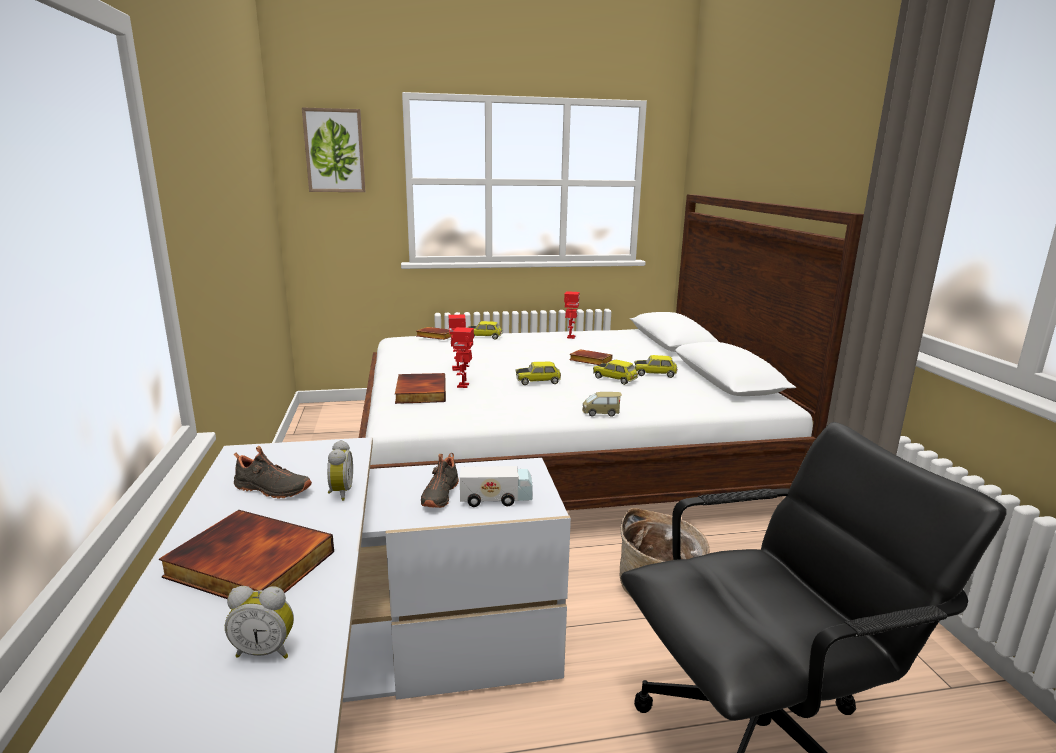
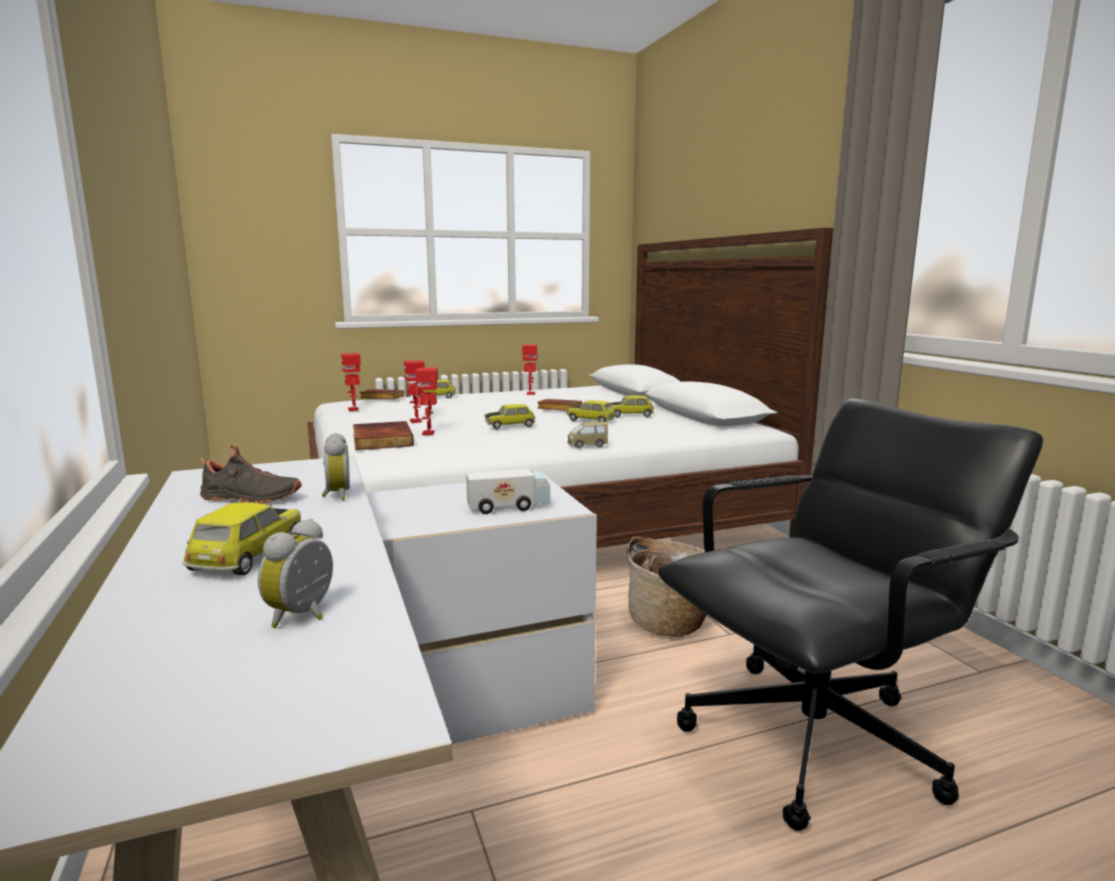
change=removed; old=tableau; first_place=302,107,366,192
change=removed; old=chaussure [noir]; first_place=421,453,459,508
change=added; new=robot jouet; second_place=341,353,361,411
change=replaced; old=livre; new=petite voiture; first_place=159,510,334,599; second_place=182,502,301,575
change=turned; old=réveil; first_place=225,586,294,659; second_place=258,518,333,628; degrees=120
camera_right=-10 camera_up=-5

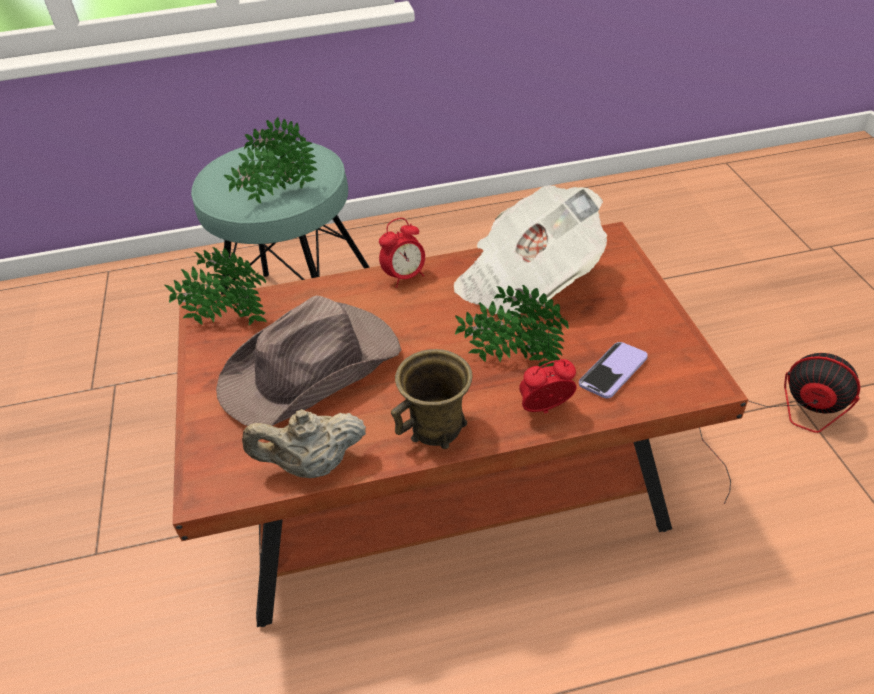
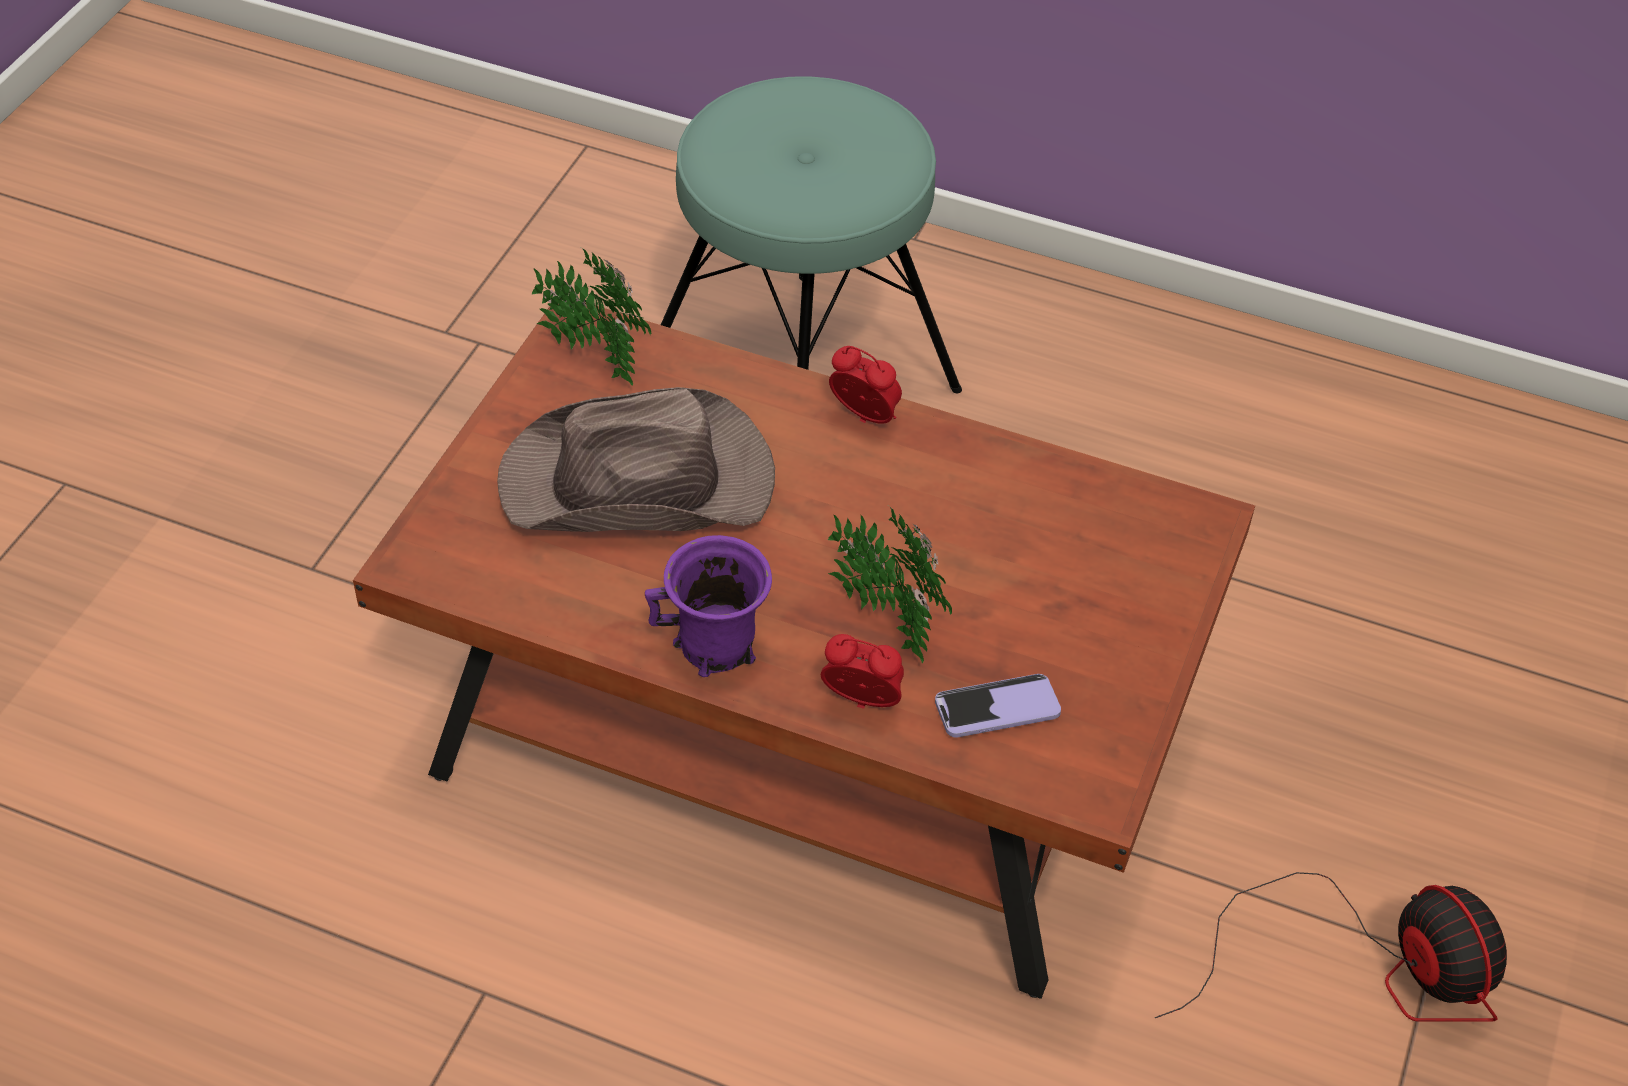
change=removed; old=plante en pot; first_place=224,117,317,204
change=removed; old=théière [beige]; first_place=242,409,366,478
change=removed; old=journal; first_place=454,185,607,316
change=recoloured; old=mug [marron]; new=mug [violet]; first_place=391,349,473,449; second_place=645,535,772,677
change=turned; old=réveil; first_place=379,218,425,288; second_place=829,346,902,424; degrees=-150
camera_right=30 camera_up=5

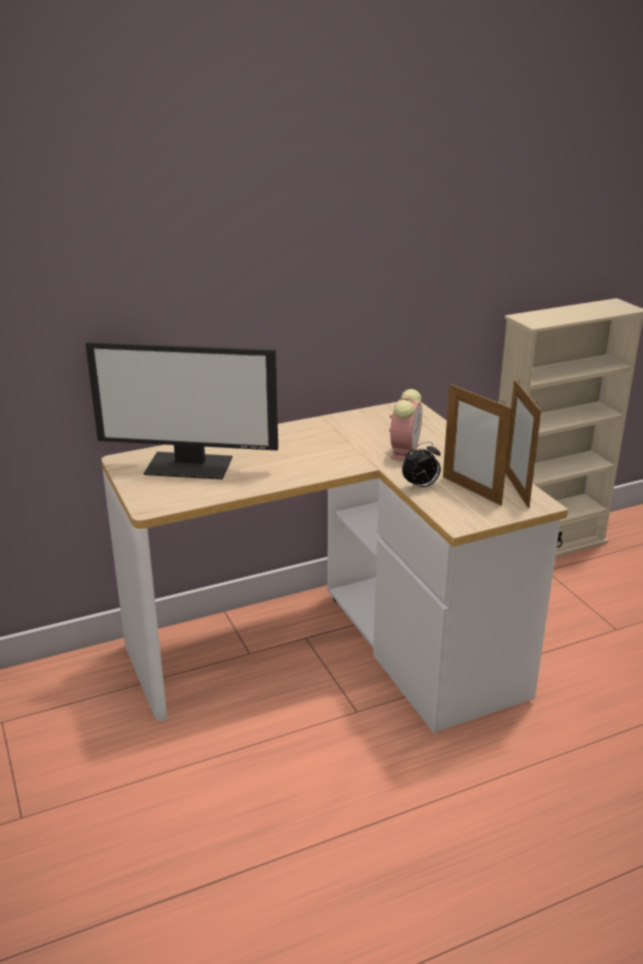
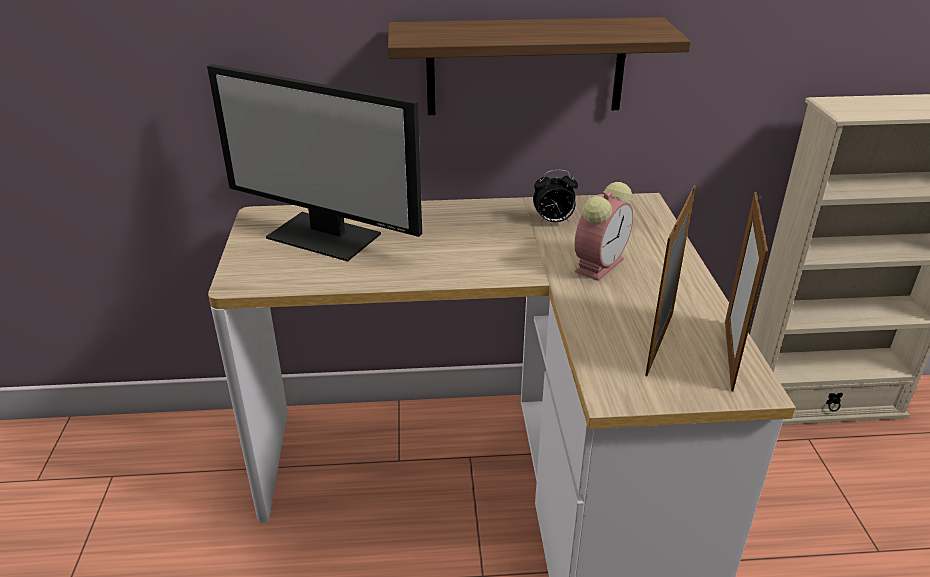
change=added; new=étagère; second_place=388,17,691,115
change=moved; old=réveil; first_place=402,442,441,490; second_place=533,170,578,223
change=turned; old=cadre photo; first_place=443,384,512,505; second_place=645,185,696,376; degrees=45
camera_right=20 camera_up=5

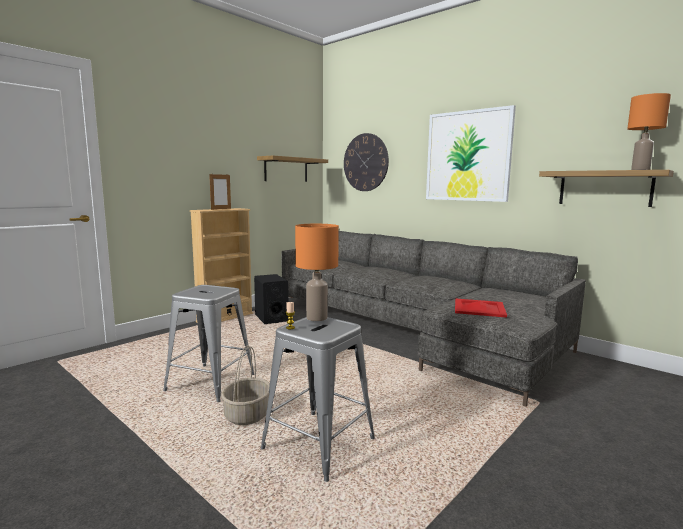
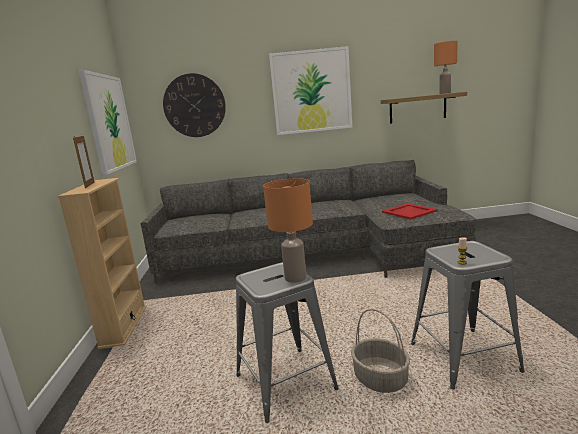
change=removed; old=enceinte [noir]; first_place=254,274,289,324
change=moved; old=lampe de table [orange]; first_place=295,224,339,321; second_place=263,178,313,283
change=replaced; old=étagère; new=tableau; first_place=257,155,328,182; second_place=78,70,137,175
camera_right=-45 camera_up=5

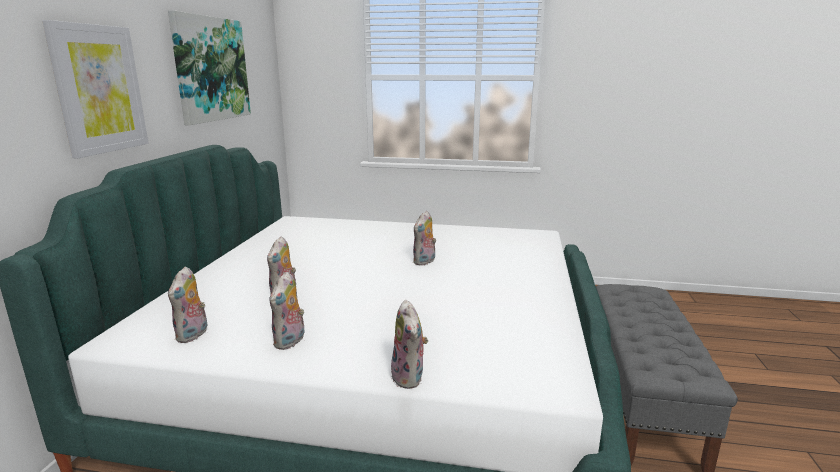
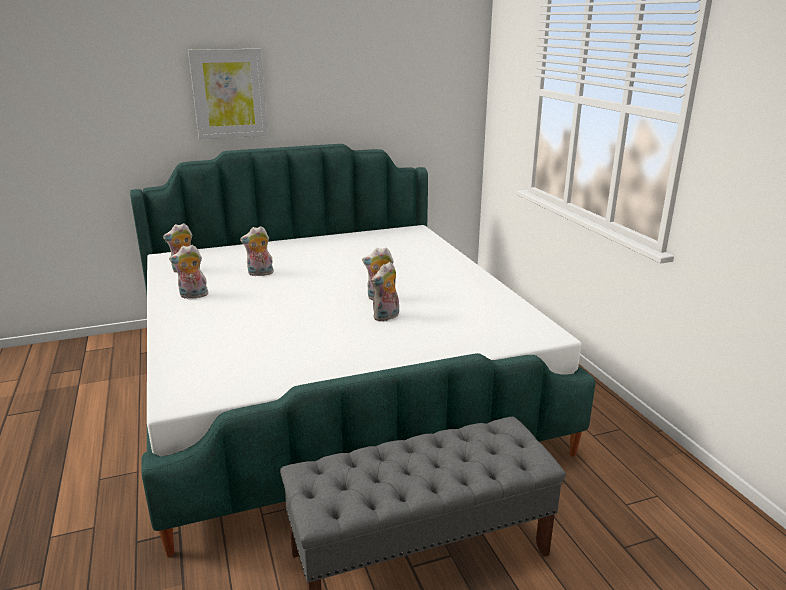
change=removed; old=tableau; first_place=168,10,251,125
change=moved; old=peluche; first_place=391,300,428,389; second_place=371,262,399,321
camera_right=60 camera_up=5

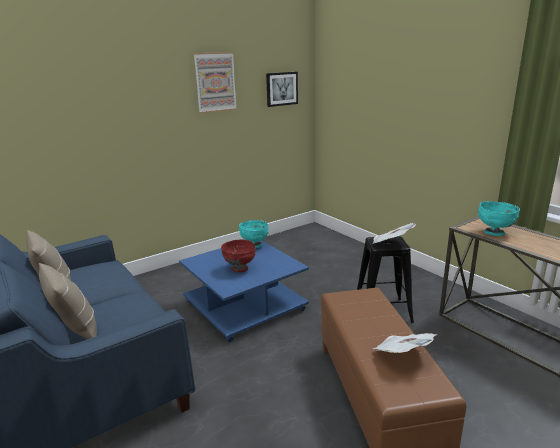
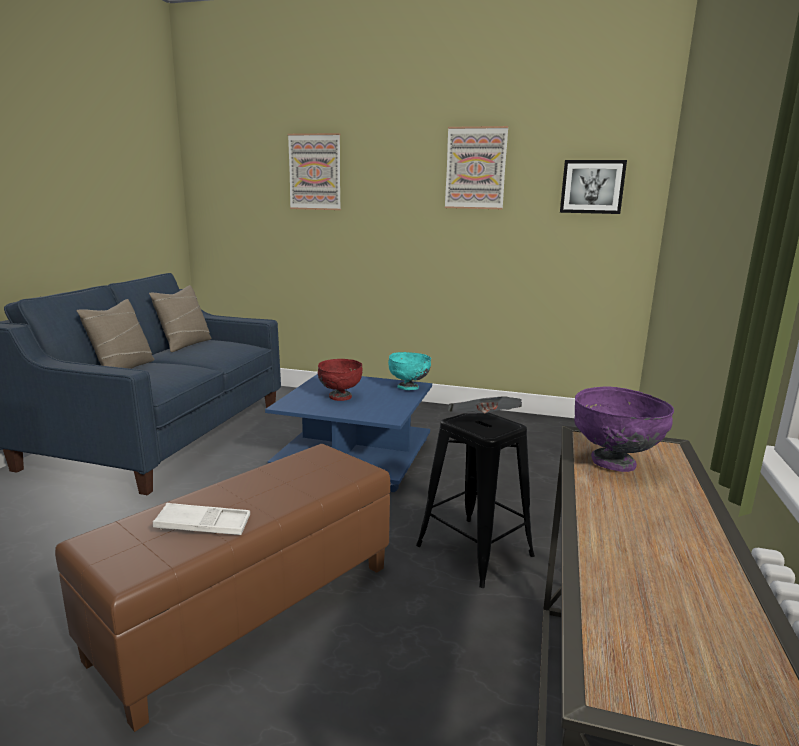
change=added; new=tableau; second_place=288,133,341,210
change=replaced; old=journal; new=plateau [blanc]; first_place=373,333,437,353; second_place=153,503,250,535
change=recoloured; old=bol [turquoise]; new=bol [violet]; first_place=478,201,520,236; second_place=574,387,674,472
camera_right=50 camera_up=-5

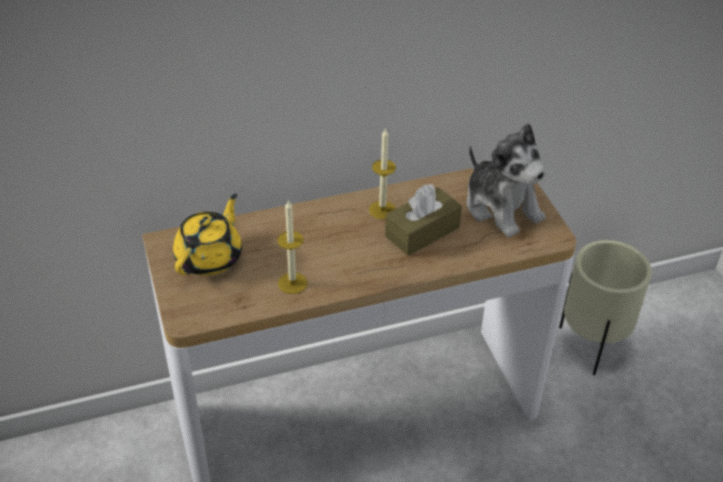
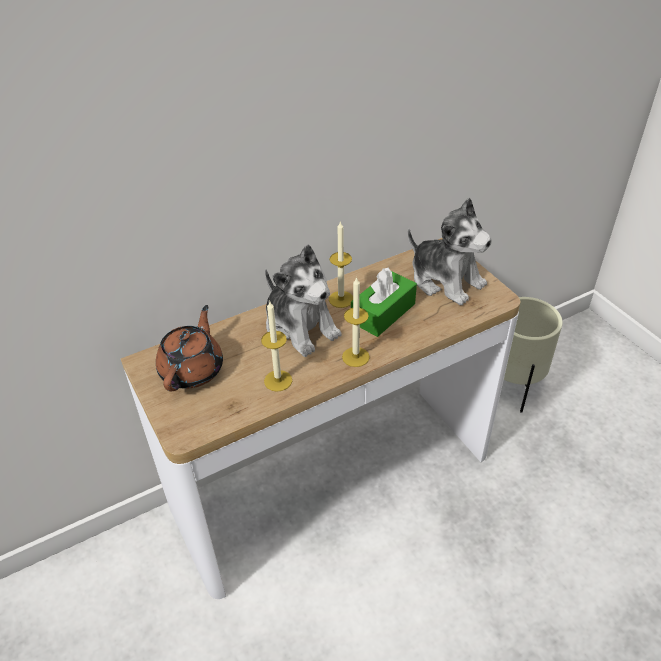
change=added; new=peluche; second_place=265,244,342,357
change=added; new=bougie; second_place=342,277,370,367
change=recoloured; old=théière [jaune]; new=théière [marron]; first_place=173,194,242,276; second_place=156,305,223,391
change=recoloured; old=boîte à mouchoirs [marron]; new=boîte à mouchoirs [vert]; first_place=385,184,462,256; second_place=351,268,417,337
camera_right=-10 camera_up=0

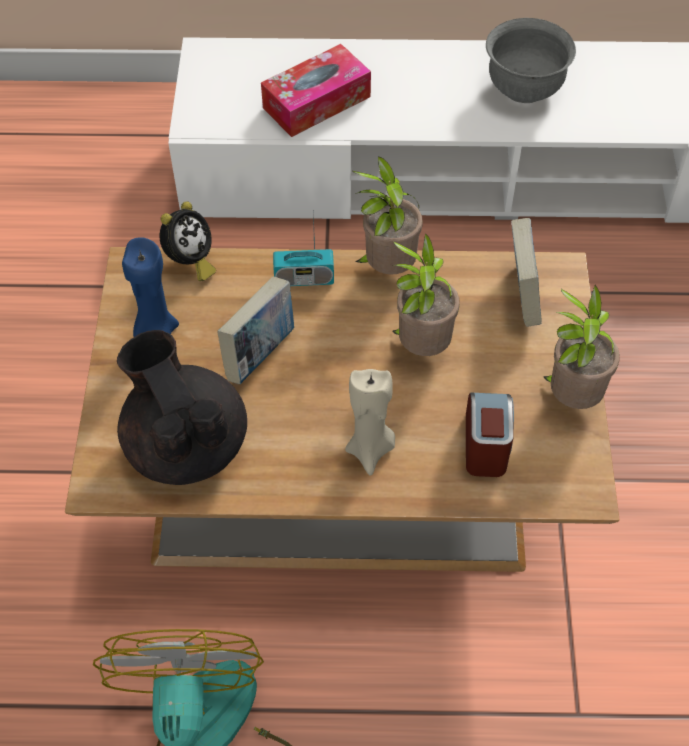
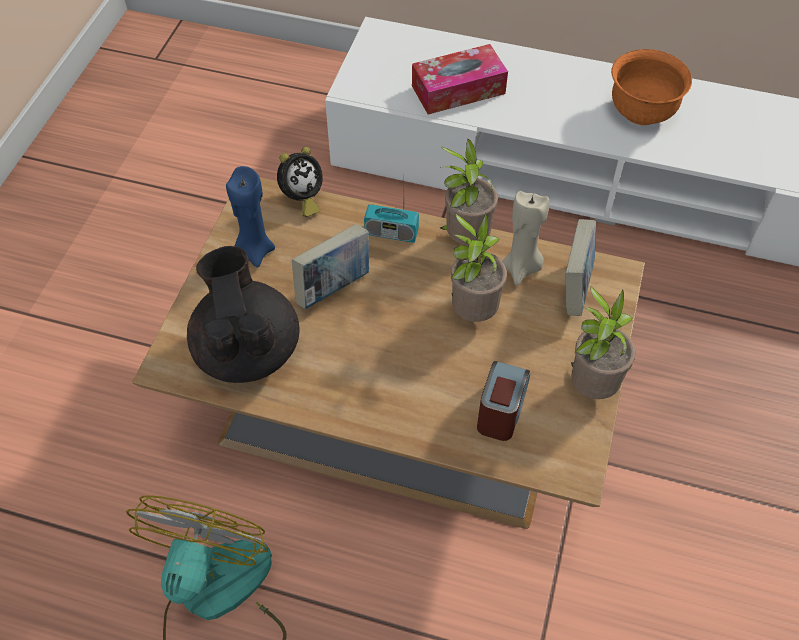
change=moved; old=bougie [beige]; first_place=345,369,395,475; second_place=502,191,549,286
change=recoloured; old=bol [gris]; new=bol [orange]; first_place=486,18,576,103; second_place=611,49,692,125
camera_right=15 camera_up=0

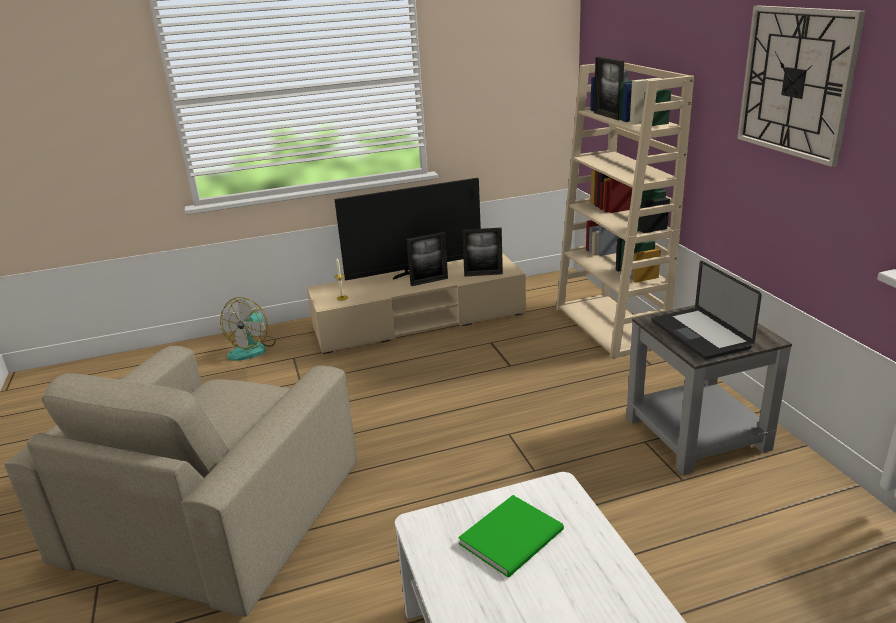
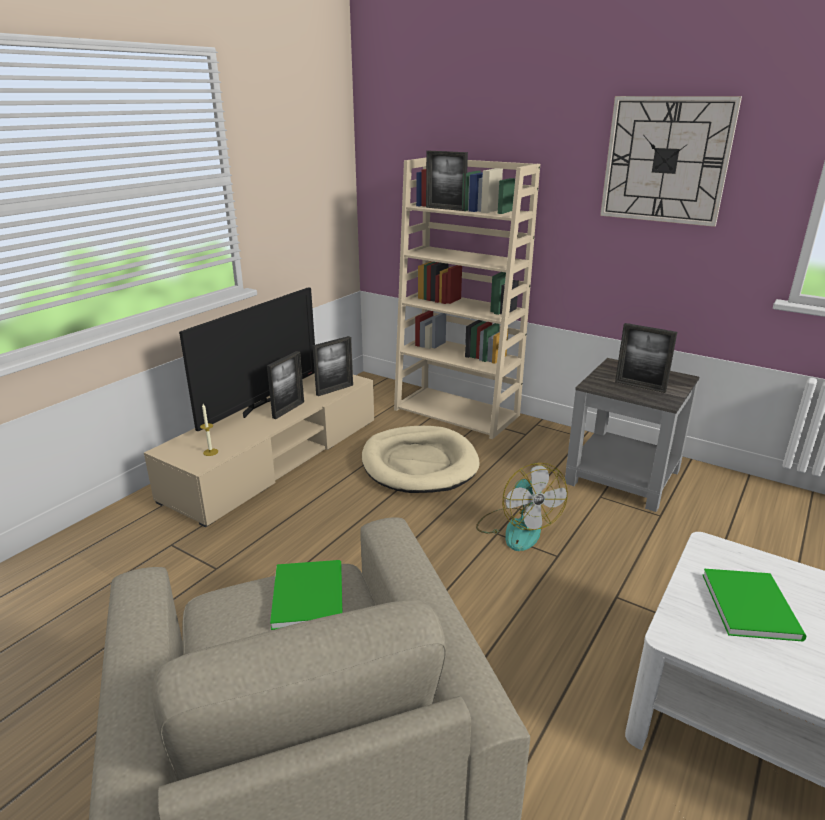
change=added; new=livre [vert]; second_place=270,560,342,630
change=added; new=panier pour chien [beige]; second_place=362,426,480,493
change=moved; old=ventilateur; first_place=220,297,276,361; second_place=476,463,568,551
change=replaced; old=ordinateur portable; new=cadre photo; first_place=652,261,762,360; second_place=615,323,677,393
camera_right=-40 camera_up=0

